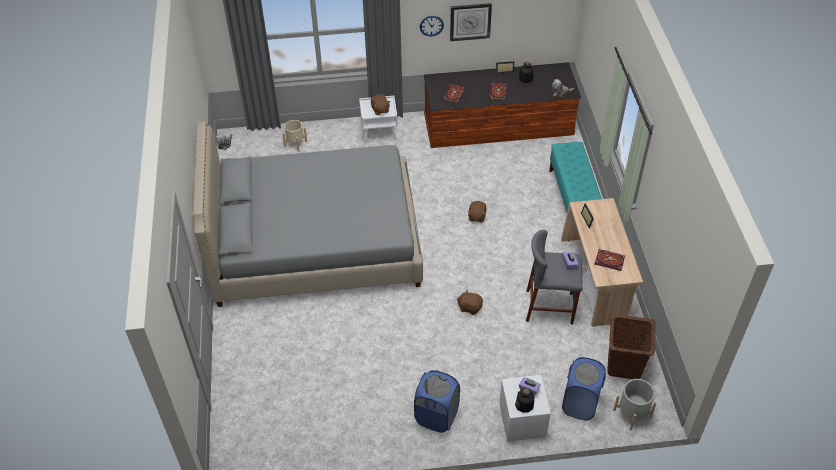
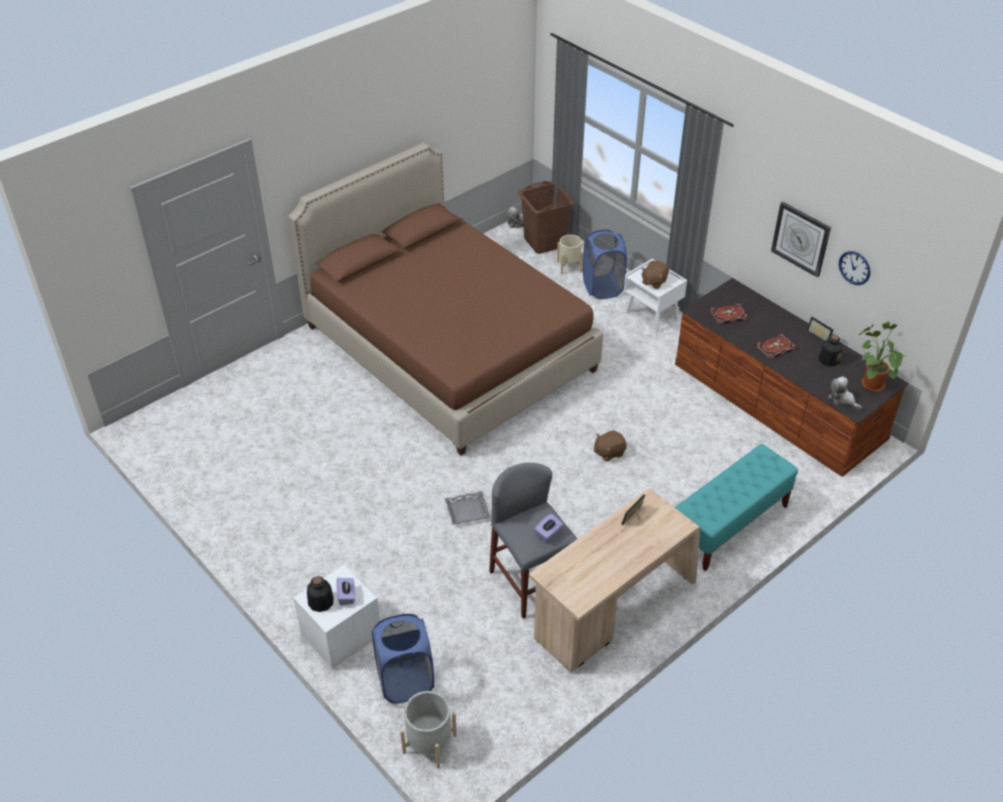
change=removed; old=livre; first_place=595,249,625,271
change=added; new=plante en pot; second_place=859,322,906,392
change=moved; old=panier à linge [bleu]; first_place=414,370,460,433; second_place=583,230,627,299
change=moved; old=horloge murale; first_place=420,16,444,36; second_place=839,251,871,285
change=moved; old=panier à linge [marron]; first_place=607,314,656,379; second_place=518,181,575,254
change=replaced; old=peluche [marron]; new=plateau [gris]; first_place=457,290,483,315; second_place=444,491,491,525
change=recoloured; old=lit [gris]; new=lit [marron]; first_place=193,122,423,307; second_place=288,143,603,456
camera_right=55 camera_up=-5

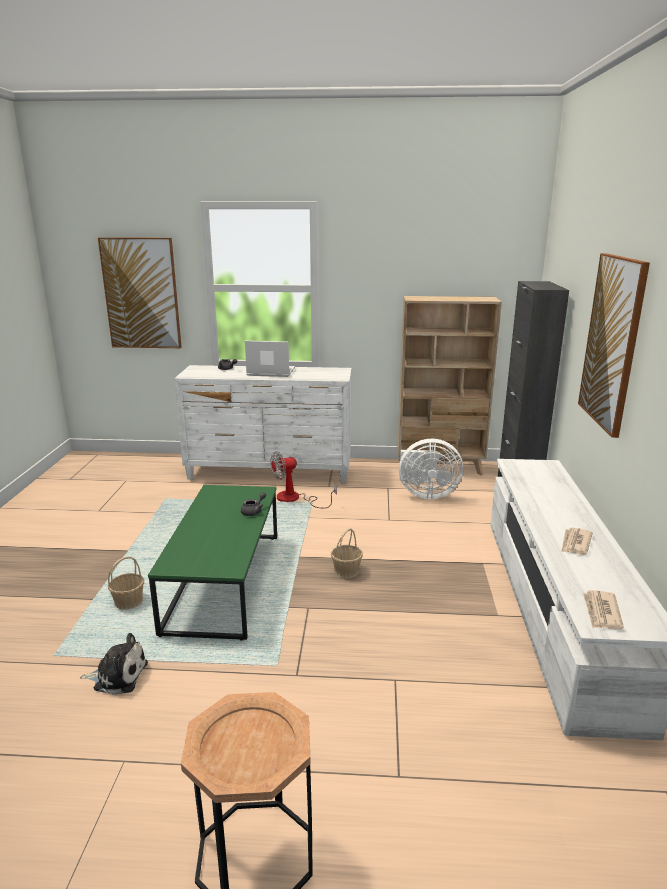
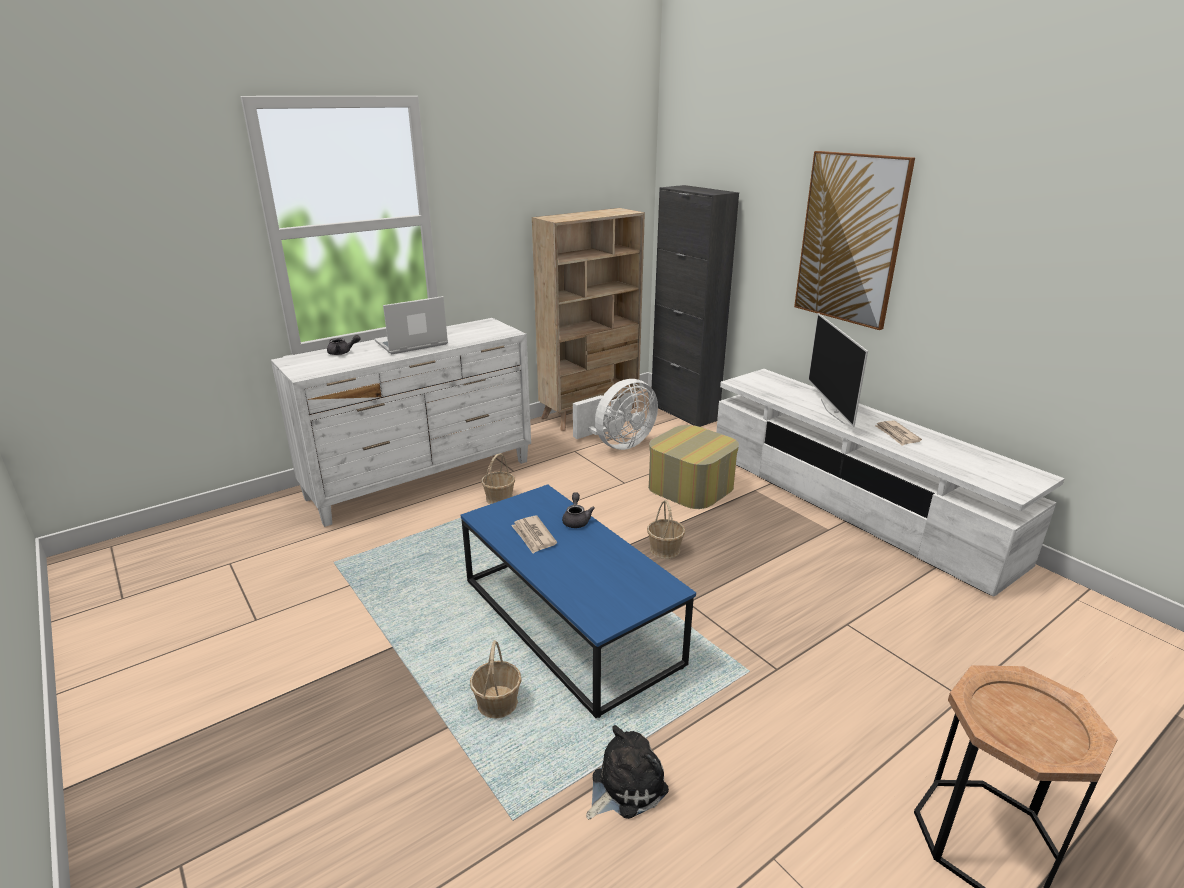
change=removed; old=tableau; first_place=98,237,182,348
change=added; new=pouf; second_place=648,425,739,509
change=added; new=téléviseur; second_place=808,313,868,427
change=moved; old=journal; first_place=583,590,624,630; second_place=511,516,557,553
change=replaced; old=ventilateur; new=panier; first_place=270,452,337,508; second_place=481,453,515,504
change=recoloured; old=table basse [vert]; new=table basse [bleu]; first_place=148,485,277,641; second_place=461,484,696,718
camera_right=-40 camera_up=5

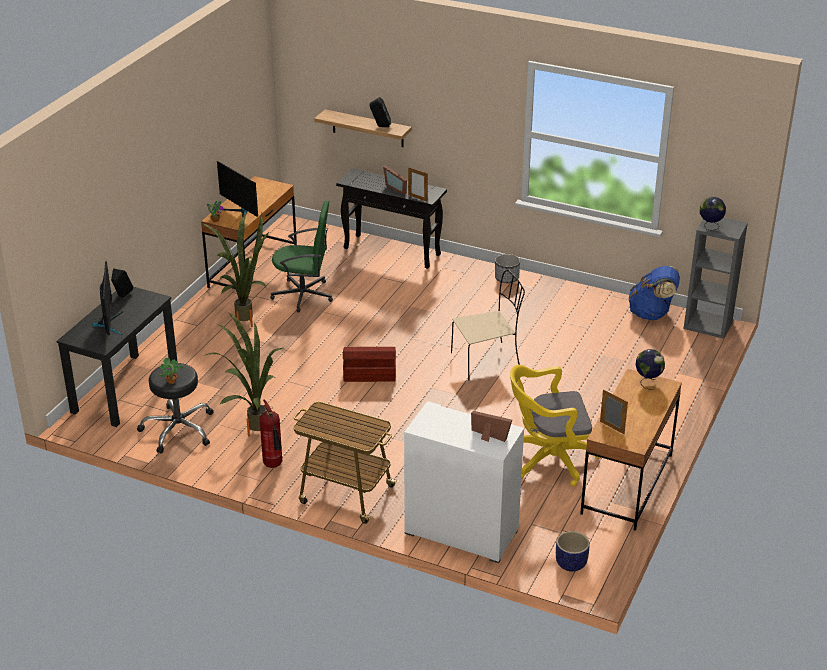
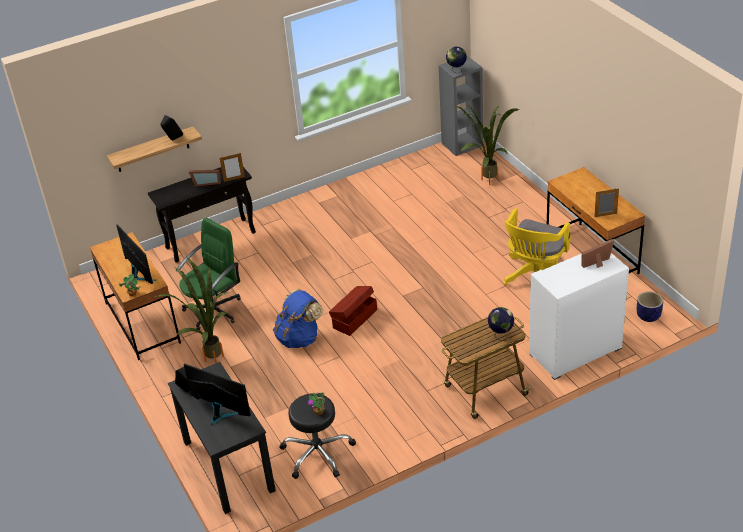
change=removed; old=extincteur; first_place=259,399,282,468
change=removed; old=chaise [beige]; first_place=451,270,525,380
change=removed; old=cache-pot; first_place=495,254,520,283
change=moved; old=plante en pot; first_place=203,312,283,437; second_place=456,105,519,185
change=moved; old=sac à dos [bleu]; first_place=629,266,680,320; second_place=273,289,323,348
change=moved; old=globe; first_place=636,349,665,390; second_place=488,307,514,341
change=turned; old=écran d'ordinateur; first_place=217,161,258,218; second_place=116,224,157,284; degrees=-120
camera_right=-50 camera_up=5

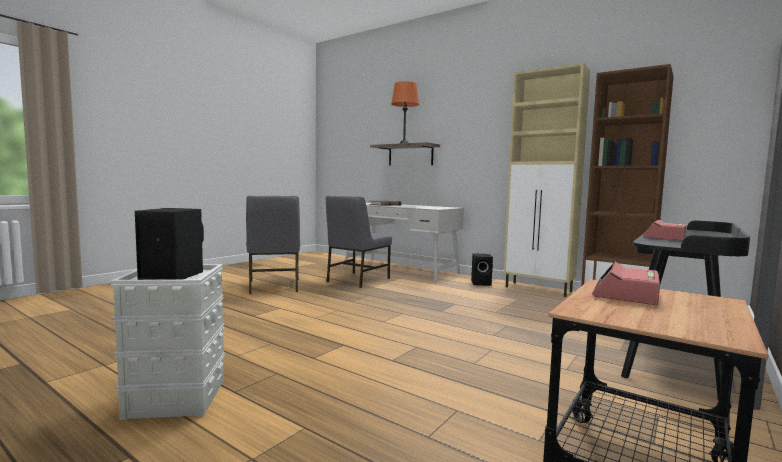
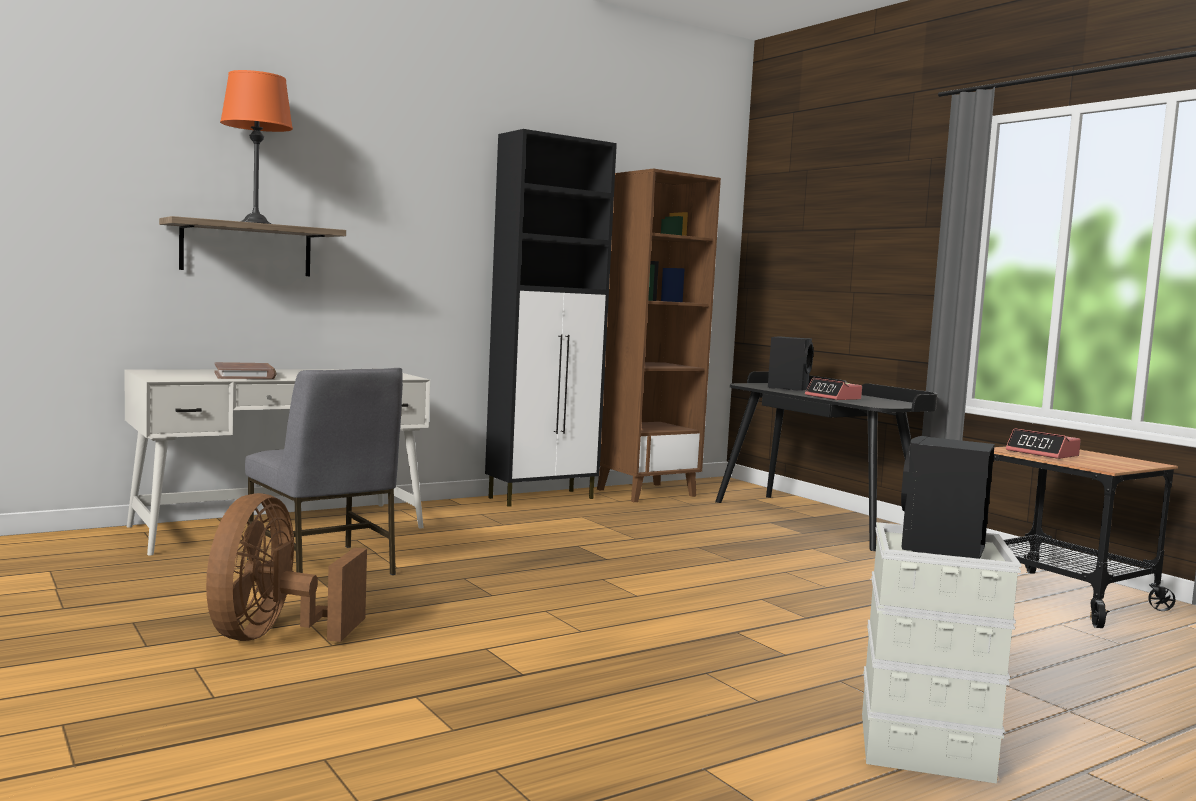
change=moved; old=enceinte [noir]; first_place=471,253,493,286; second_place=768,336,813,391
change=replaced; old=chaise [gris]; new=ventilateur [marron]; first_place=246,196,300,294; second_place=206,493,367,642
change=recoloured; old=meuble de rangement [beige]; new=meuble de rangement [noir]; first_place=504,63,590,297; second_place=485,129,617,507
camera_right=-70 camera_up=0

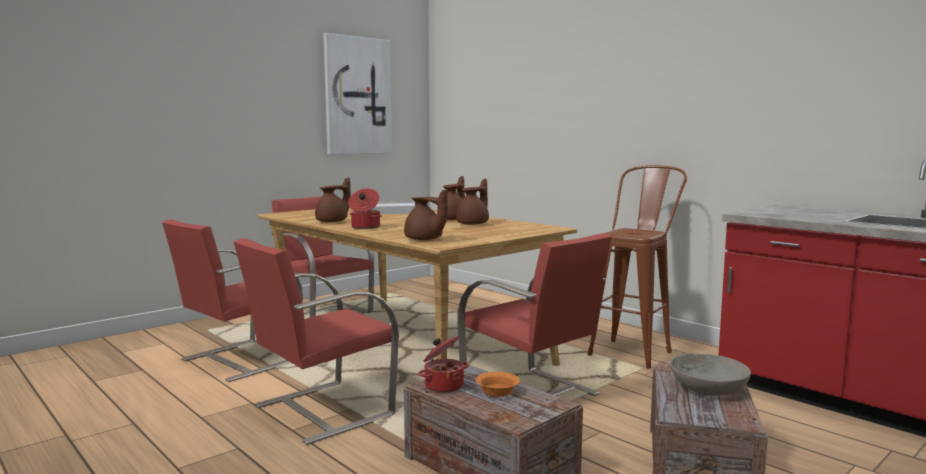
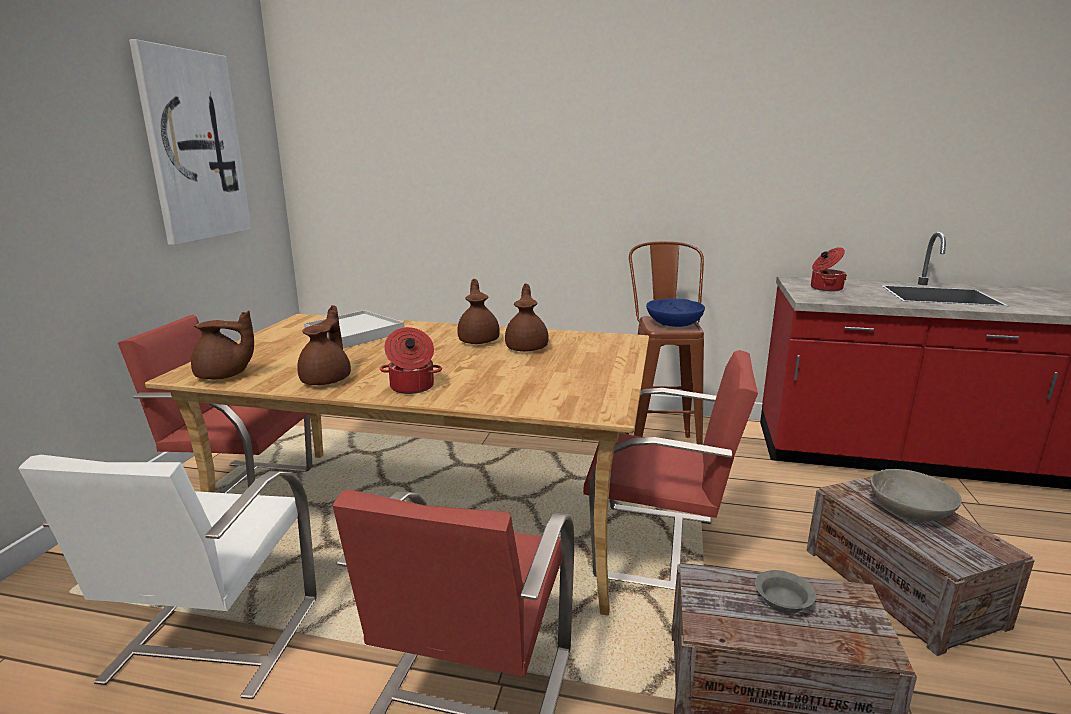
change=added; new=bol [bleu]; second_place=646,298,705,327
change=moved; old=théière [marron]; first_place=404,189,448,240; second_place=191,311,254,379
change=moved; old=marmite; first_place=418,336,469,393; second_place=811,247,847,291
change=recoloured; old=chaise [rouge]; new=chaise [blanc]; first_place=162,219,303,382; second_place=18,455,317,699
change=recoloured; old=bol [orange]; new=bol [gris]; first_place=475,372,520,397; second_place=755,570,816,614
camera_right=-35 camera_up=10

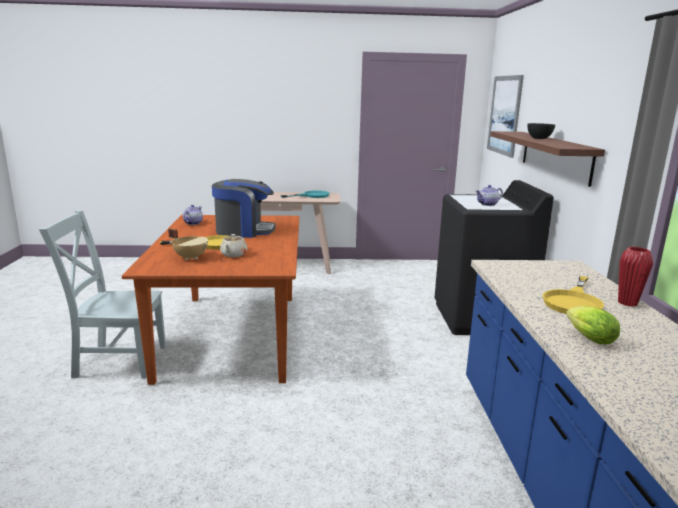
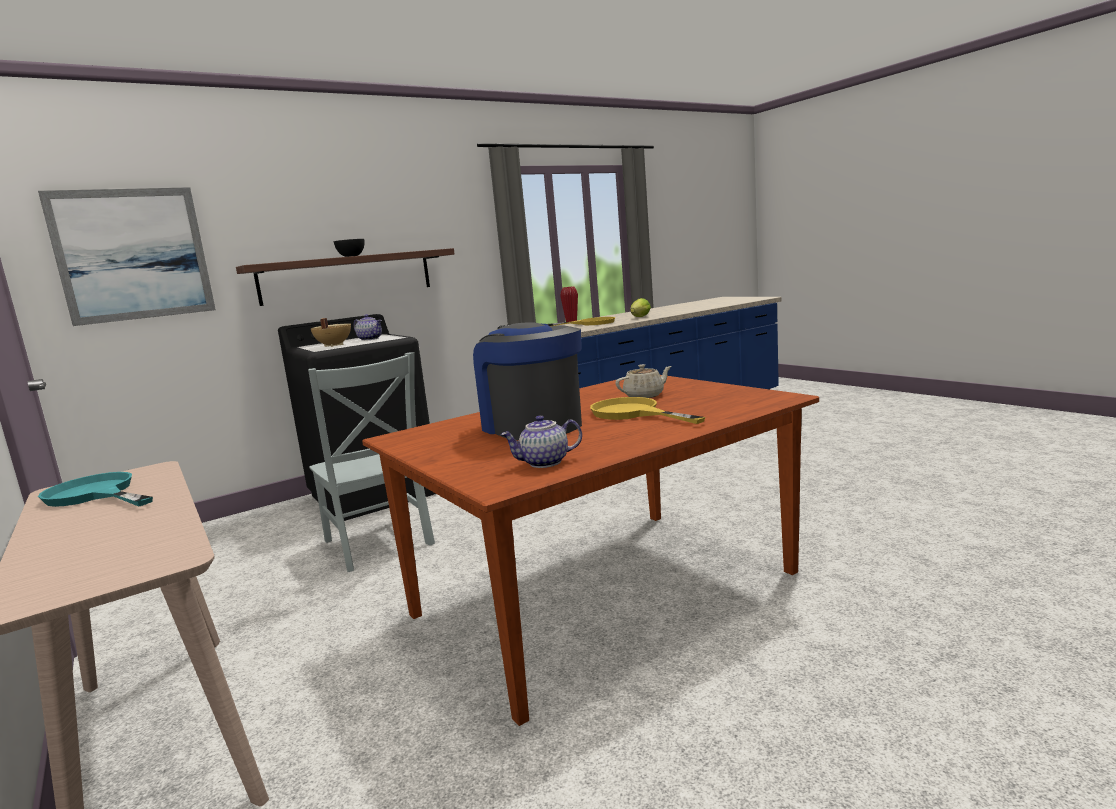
change=moved; old=chaise [gris]; first_place=39,210,166,379; second_place=308,352,435,572
change=moved; old=marmite [beige]; first_place=168,229,208,260; second_place=311,318,351,347
camera_right=-120 camera_up=-5

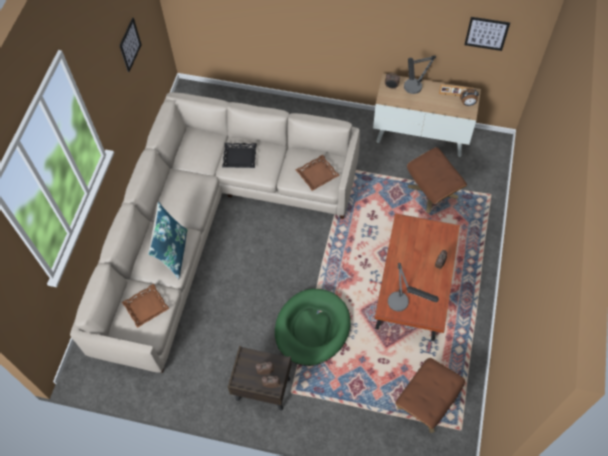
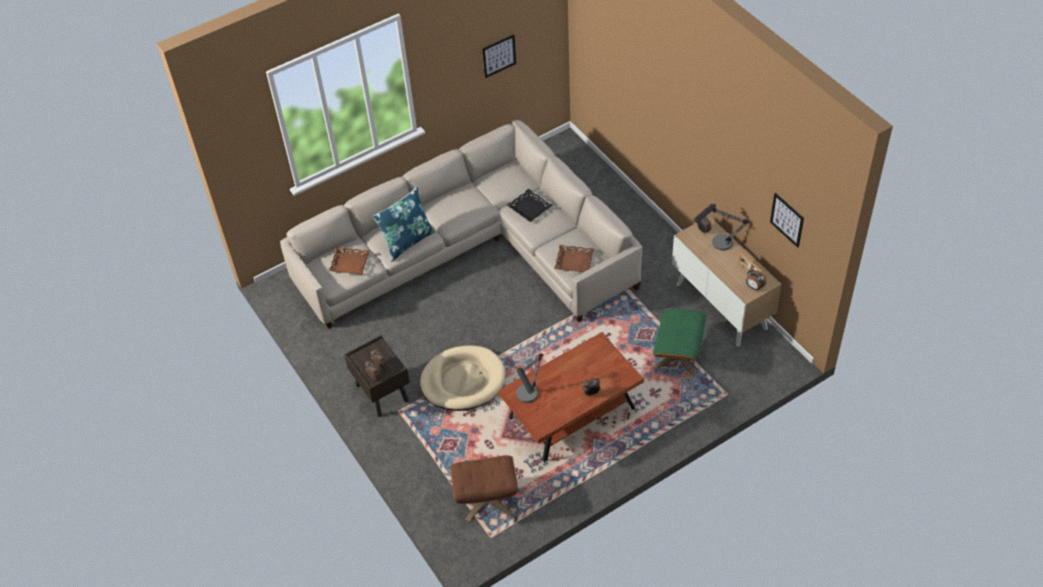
change=recoloured; old=panier pour chien [vert]; new=panier pour chien [beige]; first_place=275,289,350,366; second_place=420,345,505,411
change=recoloured; old=pouf [marron]; new=pouf [vert]; first_place=407,147,467,213; second_place=653,308,706,376
camera_right=45 camera_up=-10

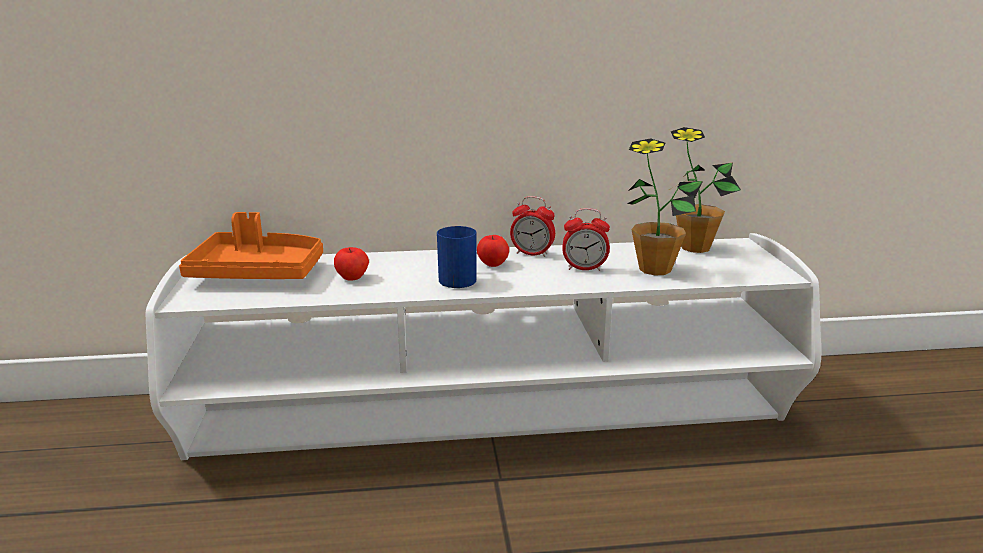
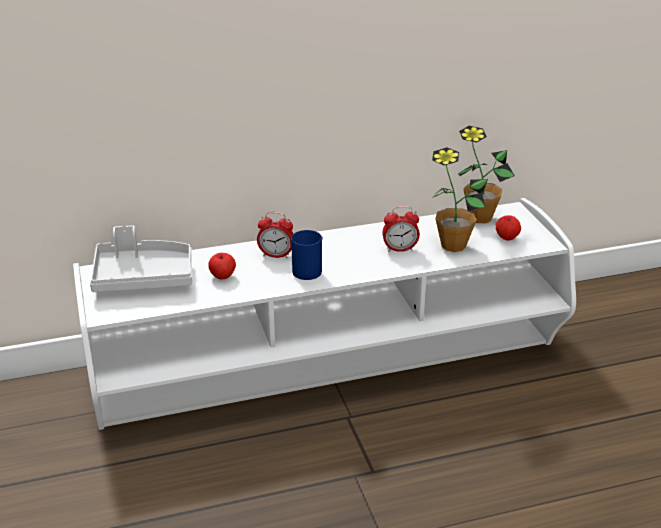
change=moved; old=pomme; first_place=477,235,509,267; second_place=495,215,521,241
change=moved; old=réveil; first_place=510,196,555,257; second_place=257,212,293,258
change=recoloured; old=plateau [orange]; new=plateau [gris]; first_place=179,212,323,279; second_place=90,225,192,292
camera_right=-10 camera_up=10

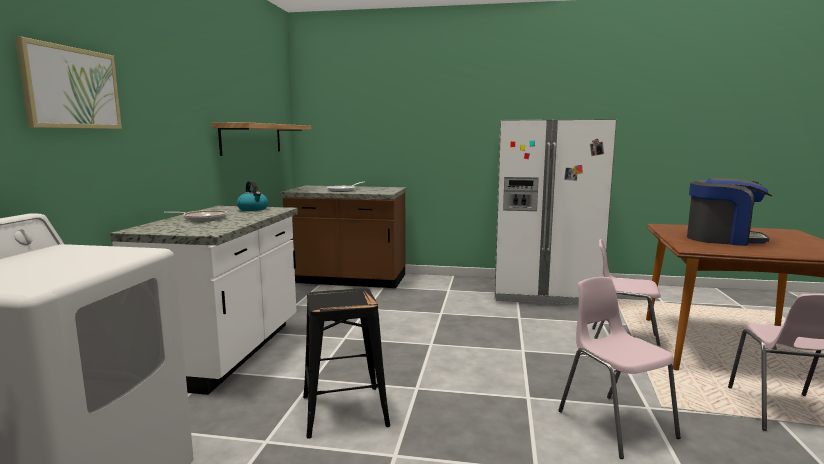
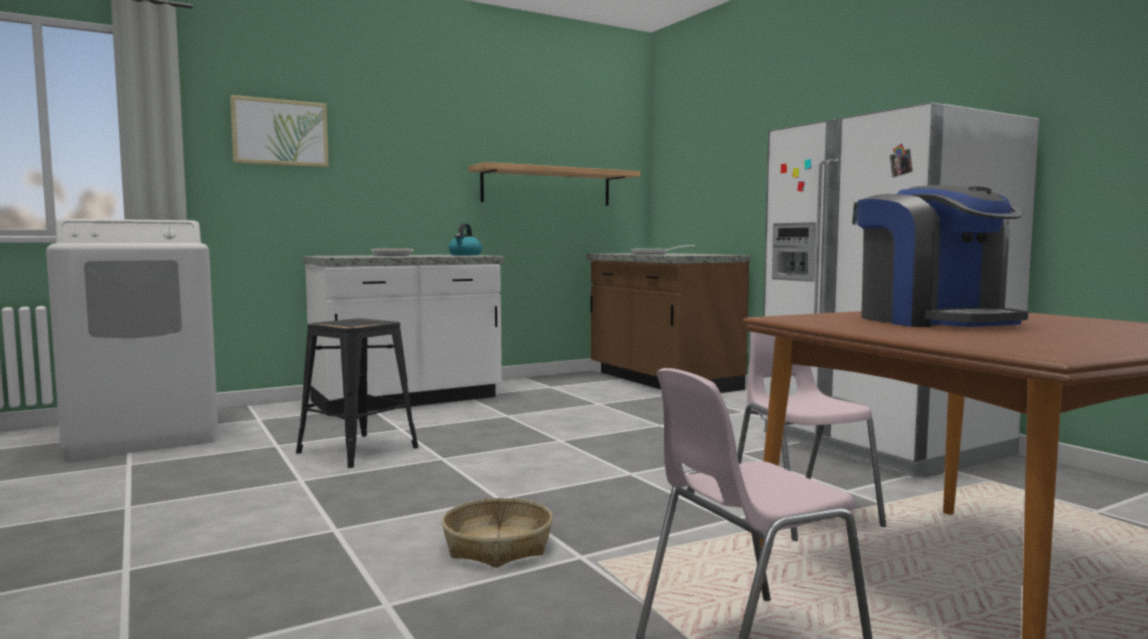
change=replaced; old=chaise [rose]; new=panier; first_place=558,277,681,459; second_place=442,498,553,568
camera_right=50 camera_up=-5

